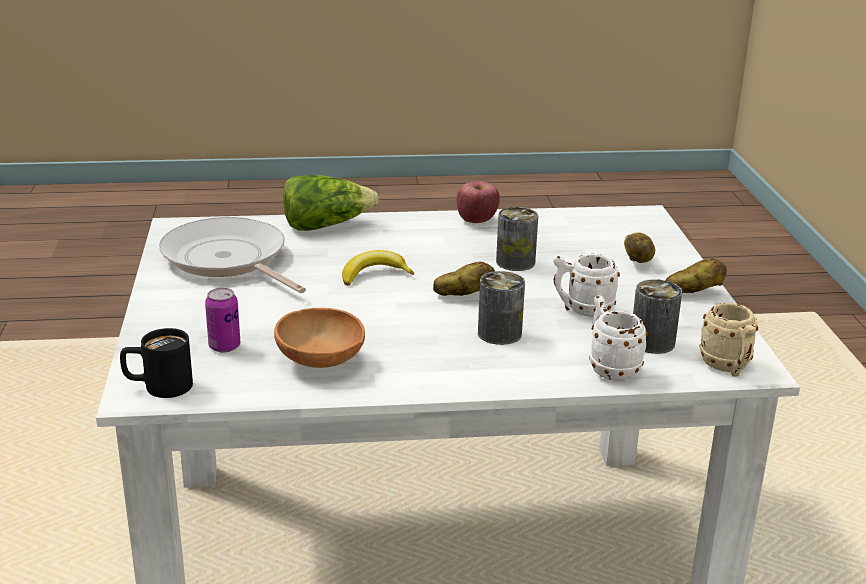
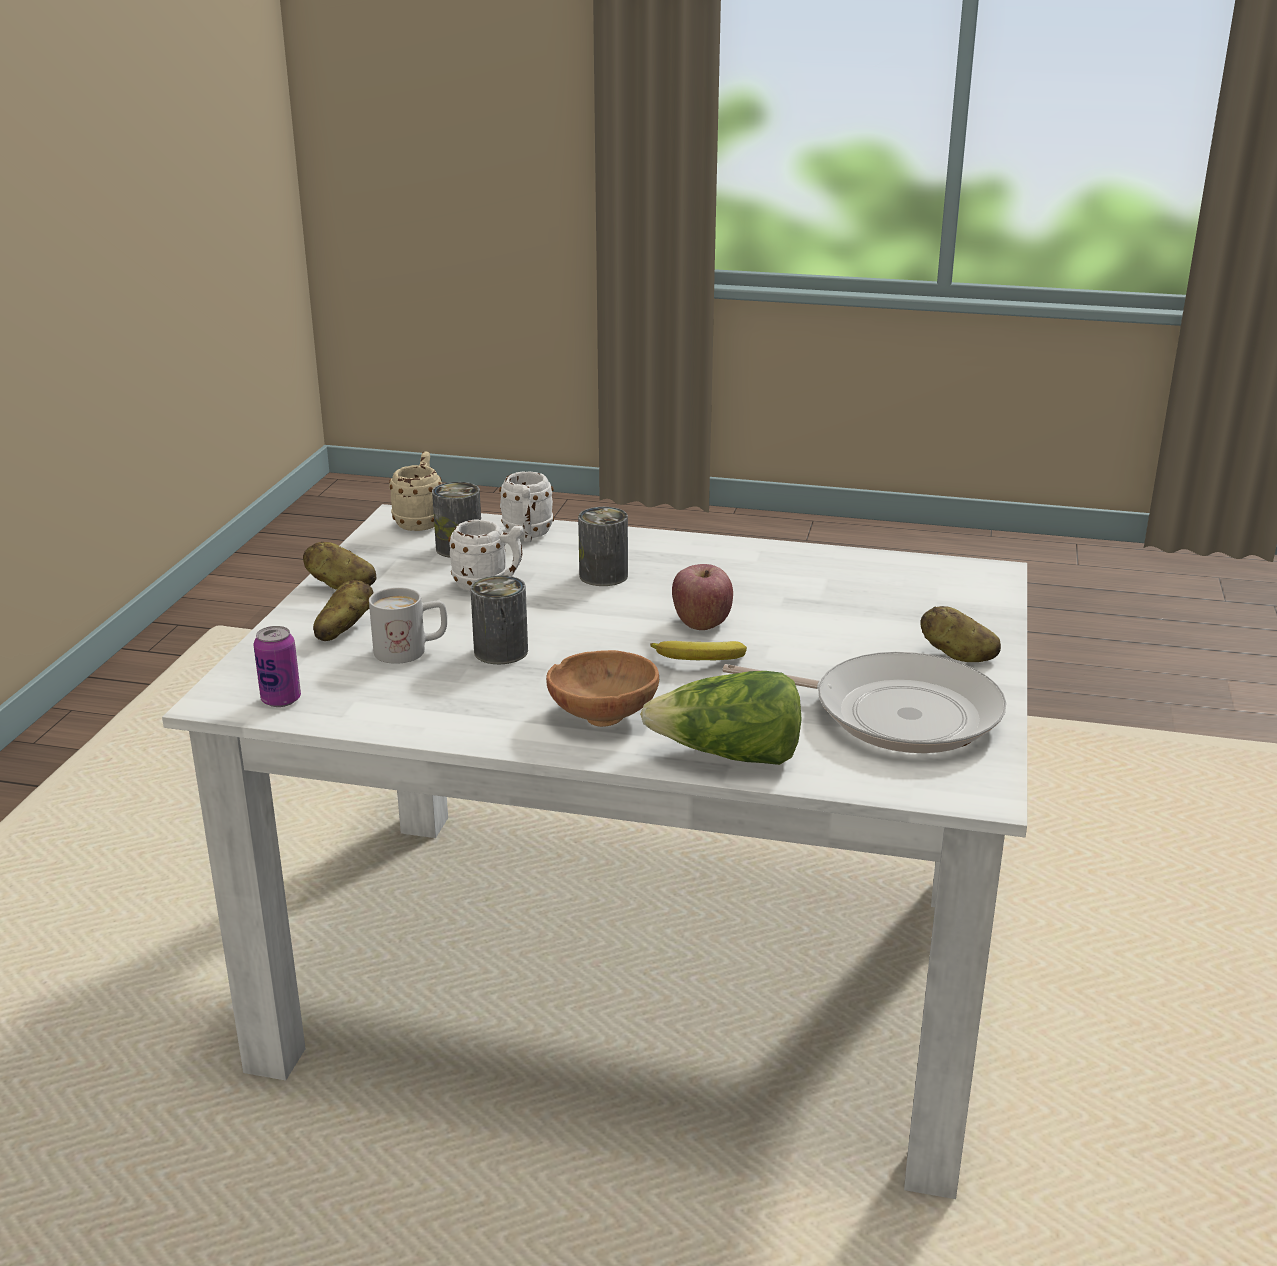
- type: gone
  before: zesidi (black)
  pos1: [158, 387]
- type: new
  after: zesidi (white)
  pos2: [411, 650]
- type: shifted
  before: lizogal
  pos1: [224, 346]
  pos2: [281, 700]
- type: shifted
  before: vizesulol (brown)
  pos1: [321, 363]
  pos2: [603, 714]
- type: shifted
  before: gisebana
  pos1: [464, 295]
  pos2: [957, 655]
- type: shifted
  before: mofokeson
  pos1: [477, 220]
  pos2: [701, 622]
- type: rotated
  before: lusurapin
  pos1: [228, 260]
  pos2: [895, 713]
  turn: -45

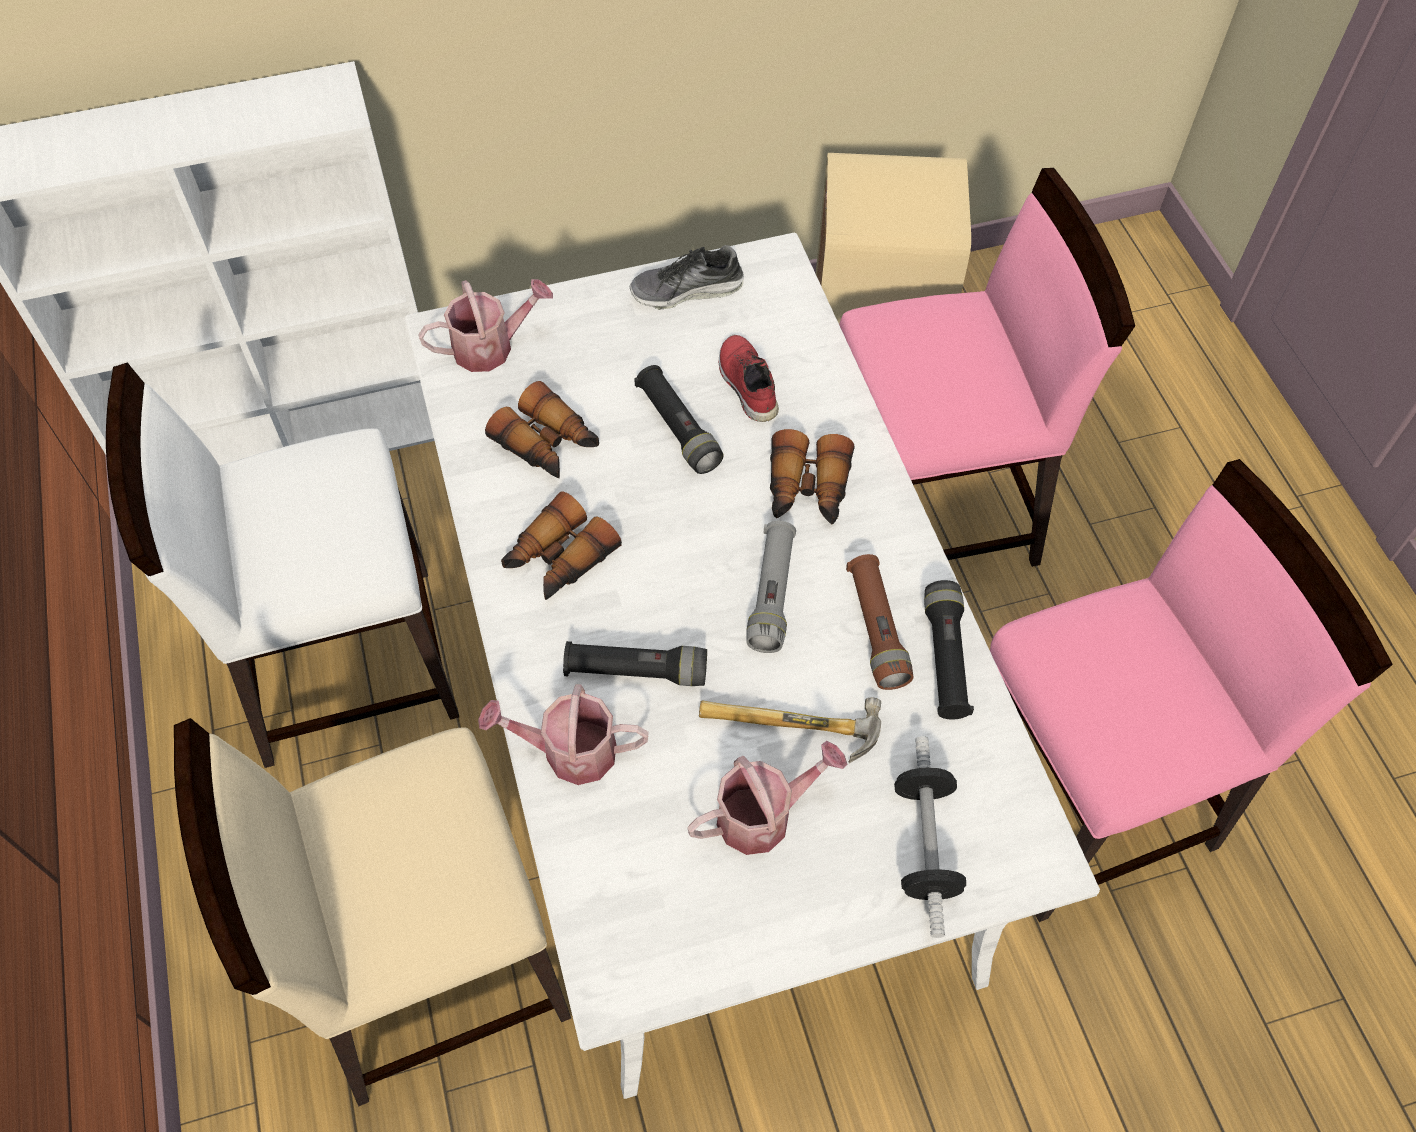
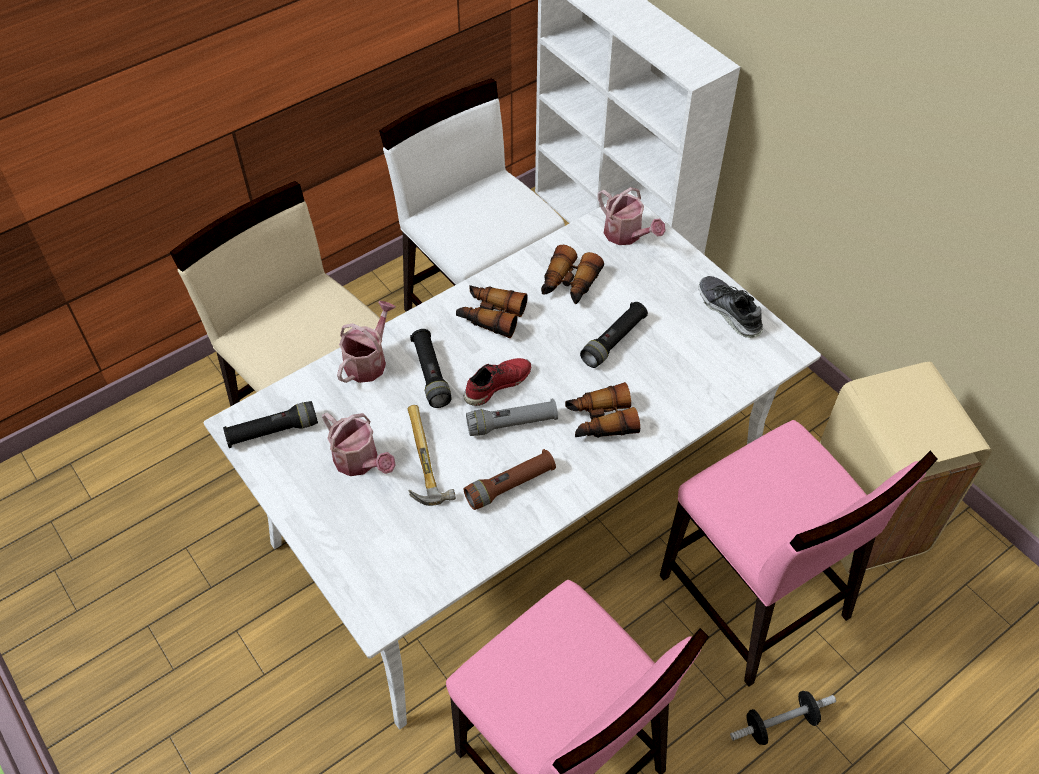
- type: shifted
  before: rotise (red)
  pos1: [746, 385]
  pos2: [496, 384]
- type: shifted
  before: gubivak
  pos1: [925, 844]
  pos2: [780, 723]
- type: shifted
  before: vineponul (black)
  pos1: [945, 658]
  pos2: [273, 431]
- type: rotated
  before: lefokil
  pos1: [569, 751]
  pos2: [368, 361]
  turn: 45

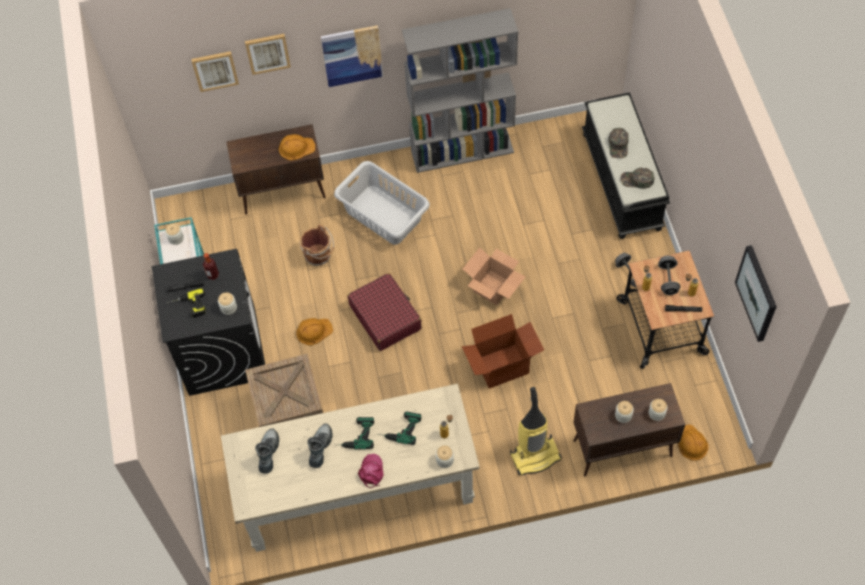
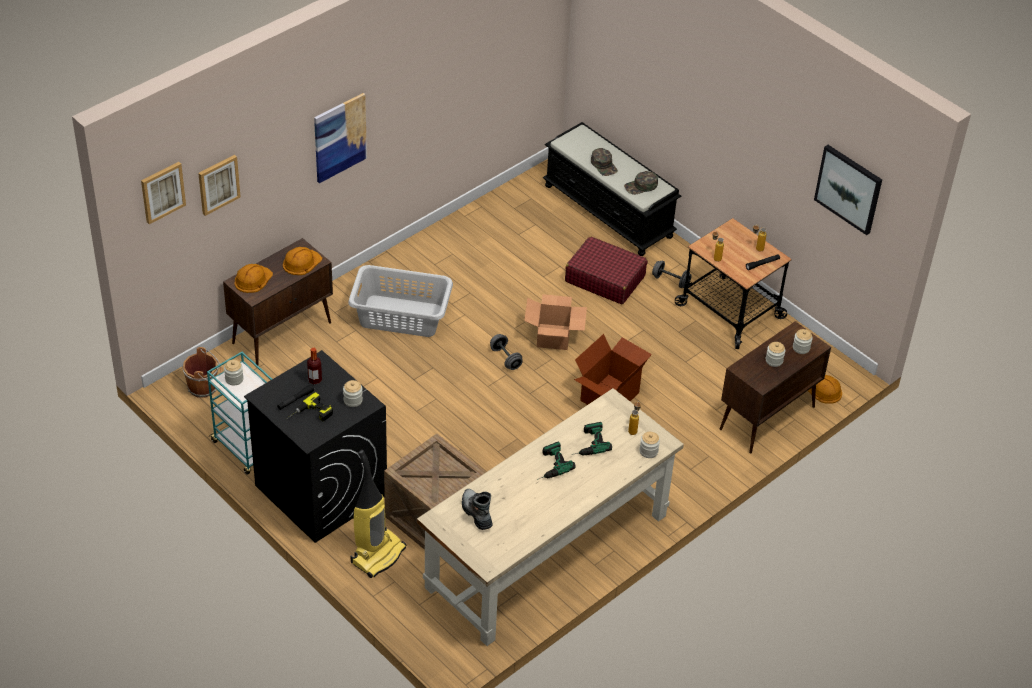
- type: gone
  before: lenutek
  pos1: [320, 447]
- type: gone
  before: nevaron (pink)
  pos1: [371, 472]
- type: gone
  before: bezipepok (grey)
  pos1: [462, 151]
- type: shifted
  before: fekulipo
  pos1: [267, 53]
  pos2: [162, 192]
- type: shifted
  before: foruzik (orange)
  pos1: [313, 331]
  pos2: [253, 279]
- type: shifted
  before: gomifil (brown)
  pos1: [319, 255]
  pos2: [204, 387]
- type: shifted
  before: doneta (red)
  pos1: [385, 317]
  pos2: [605, 278]
- type: shifted
  before: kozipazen
  pos1: [535, 455]
  pos2: [377, 554]
- type: shifted
  before: gubivak (grey)
  pos1: [668, 280]
  pos2: [505, 358]

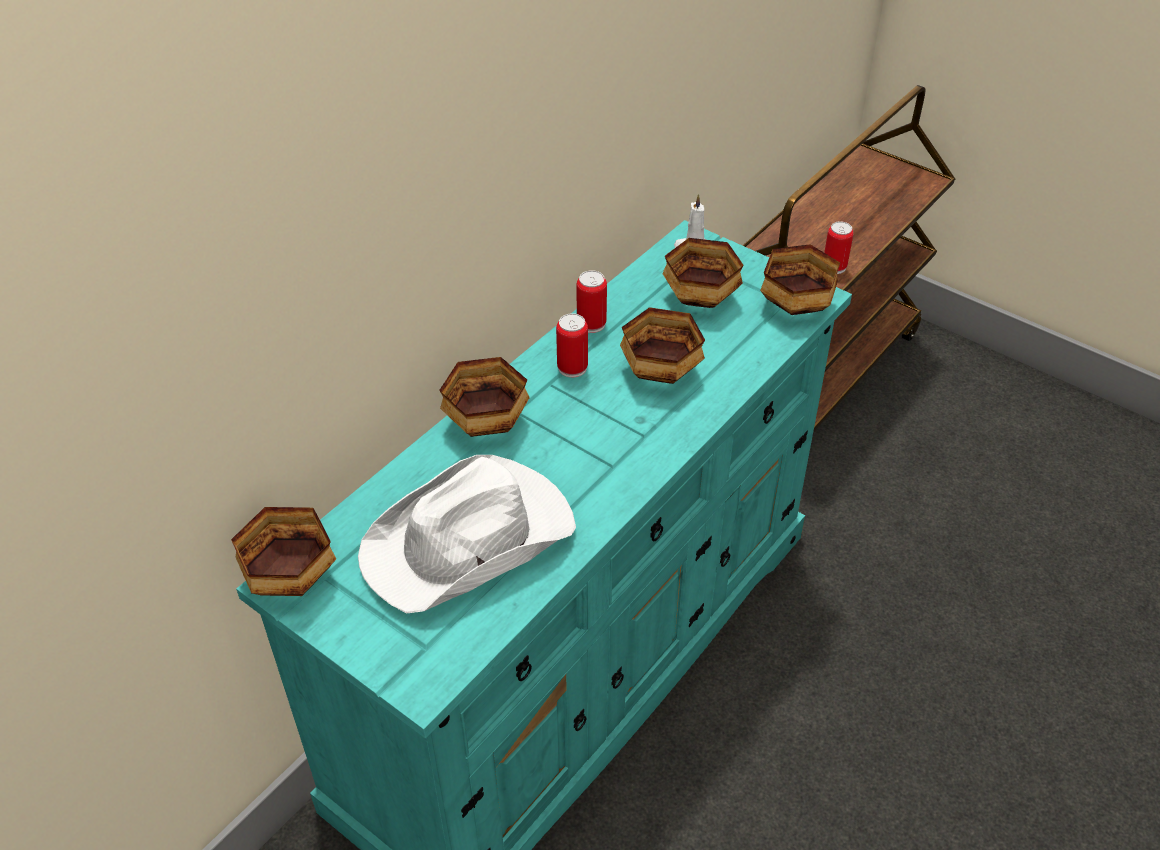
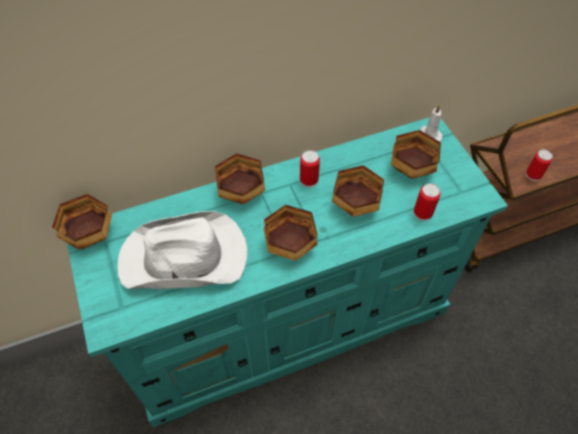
- type: shifted
  before: lizogal
  pos1: [591, 324]
  pos2: [423, 213]
- type: shifted
  before: vizesulol
  pos1: [797, 304]
  pos2: [291, 245]

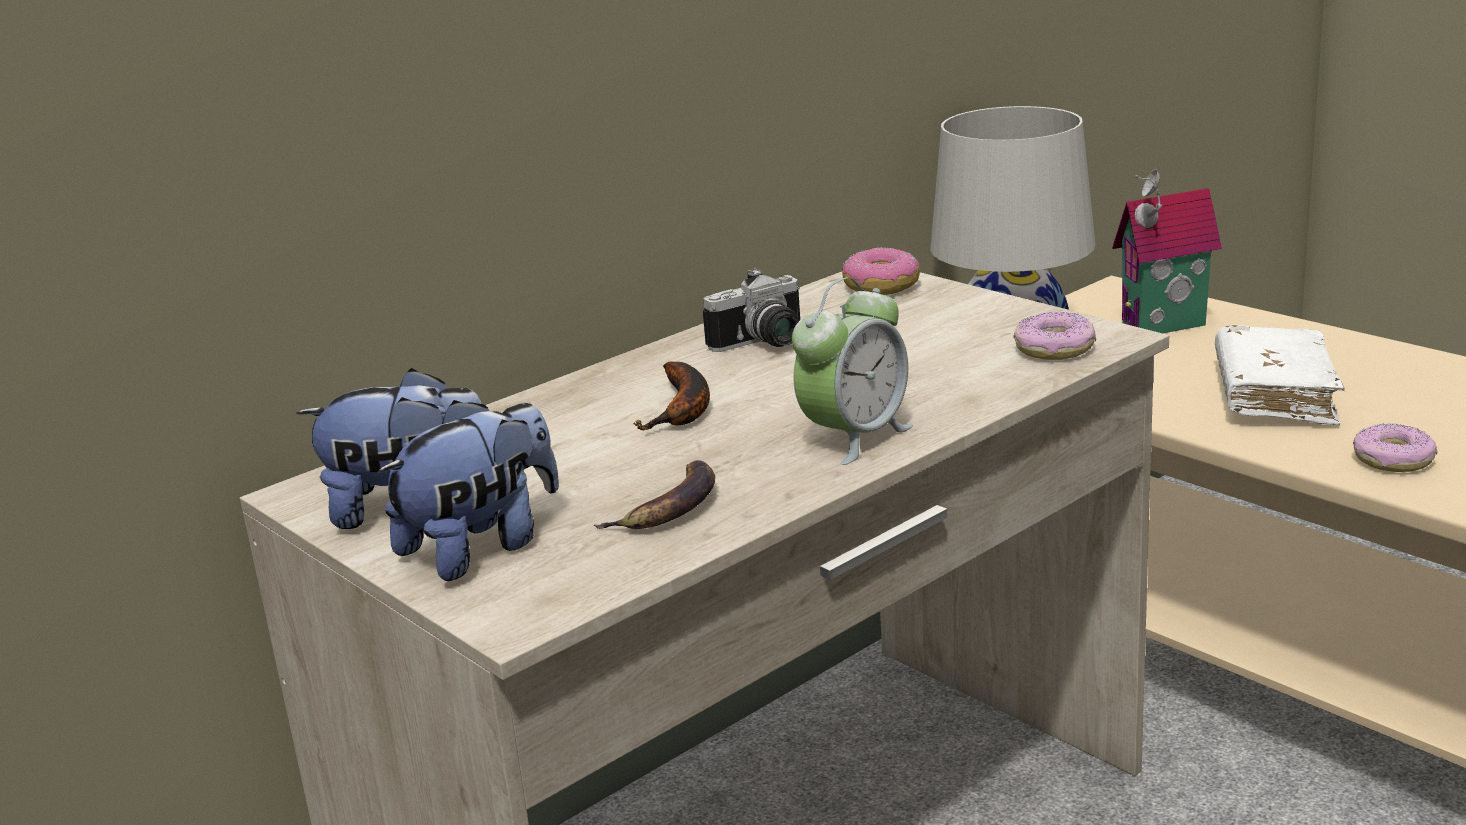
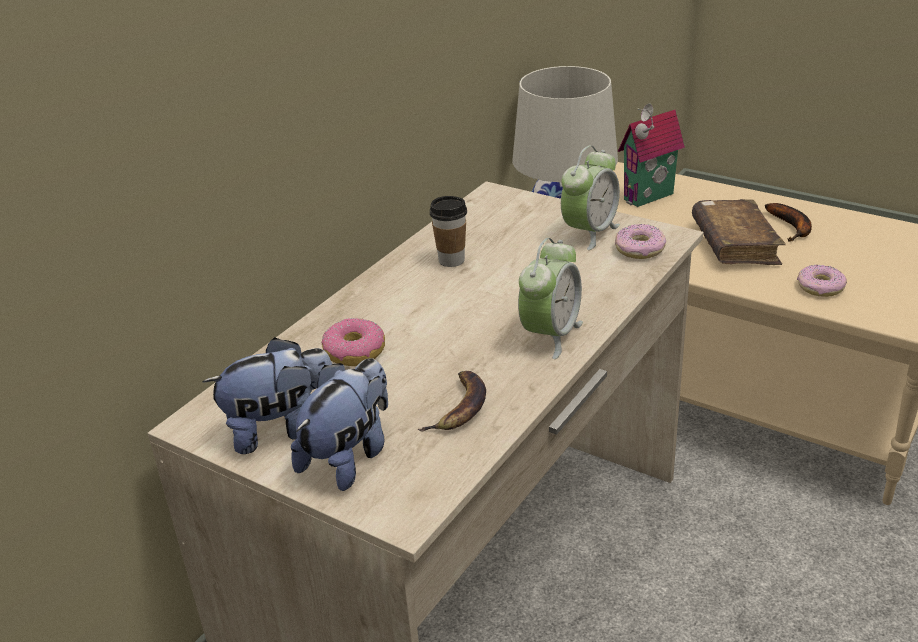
- type: new
  after: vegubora
  pos2: [589, 233]
- type: shifted
  before: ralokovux
  pos1: [684, 409]
  pos2: [792, 227]
- type: shifted
  before: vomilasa
  pos1: [880, 285]
  pos2: [354, 352]
- type: swapped
  before: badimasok
  after: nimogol
  pos1: [764, 344]
  pos2: [451, 260]
- type: repainted
  before: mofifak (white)
  after: mofifak (brown)
  pos1: [1274, 394]
  pos2: [734, 244]

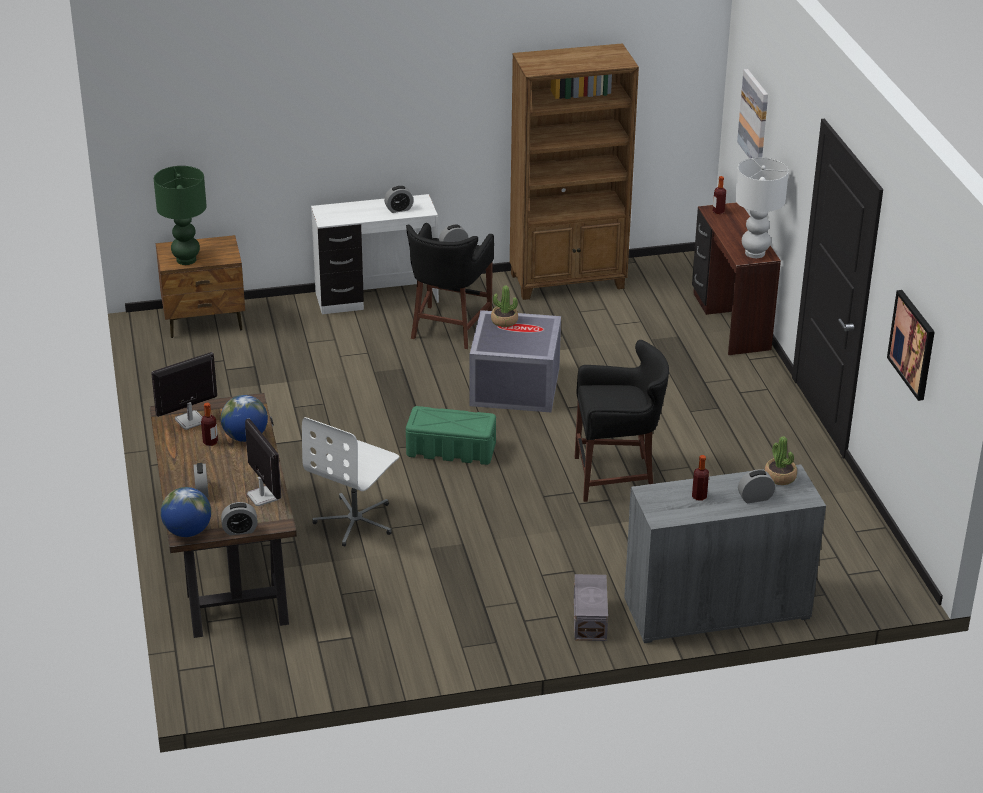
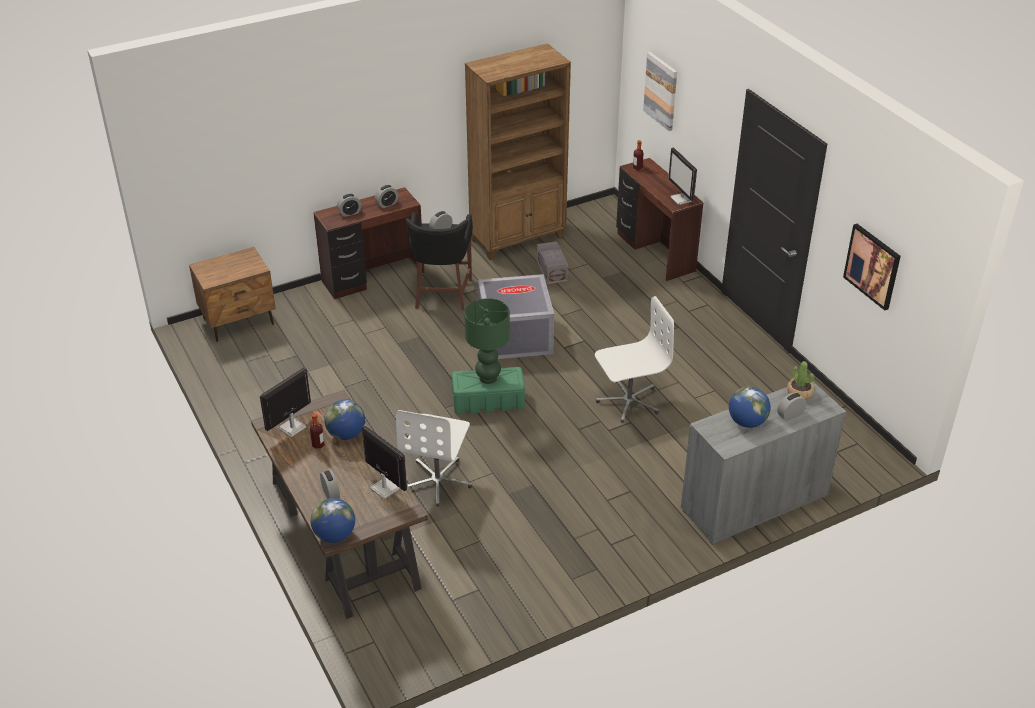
- type: gone
  before: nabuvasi
  pos1: [504, 321]
- type: shifted
  before: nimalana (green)
  pos1: [186, 260]
  pos2: [487, 378]
- type: shifted
  before: vegubora
  pos1: [240, 530]
  pos2: [350, 213]
- type: shifted
  before: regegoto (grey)
  pos1: [591, 618]
  pos2: [552, 270]
- type: swapped
  before: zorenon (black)
  after: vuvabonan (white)
  pos1: [617, 477]
  pos2: [628, 401]
- type: swapped
  before: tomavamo
  after: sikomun
  pos1: [699, 496]
  pos2: [747, 422]
- type: swapped
  before: nimalana (white)
  after: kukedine
  pos1: [755, 253]
  pos2: [681, 199]
- type: repainted
  before: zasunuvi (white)
  after: zasunuvi (brown)
  pos1: [377, 298]
  pos2: [373, 277]

